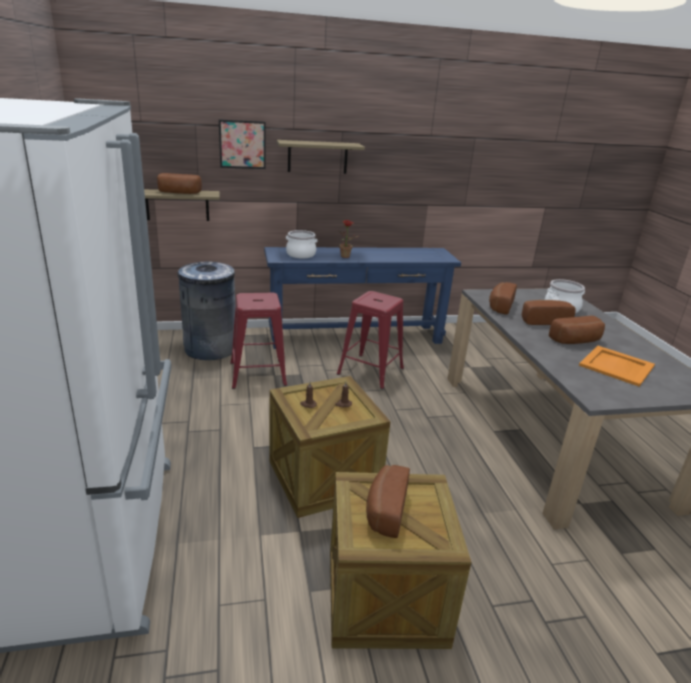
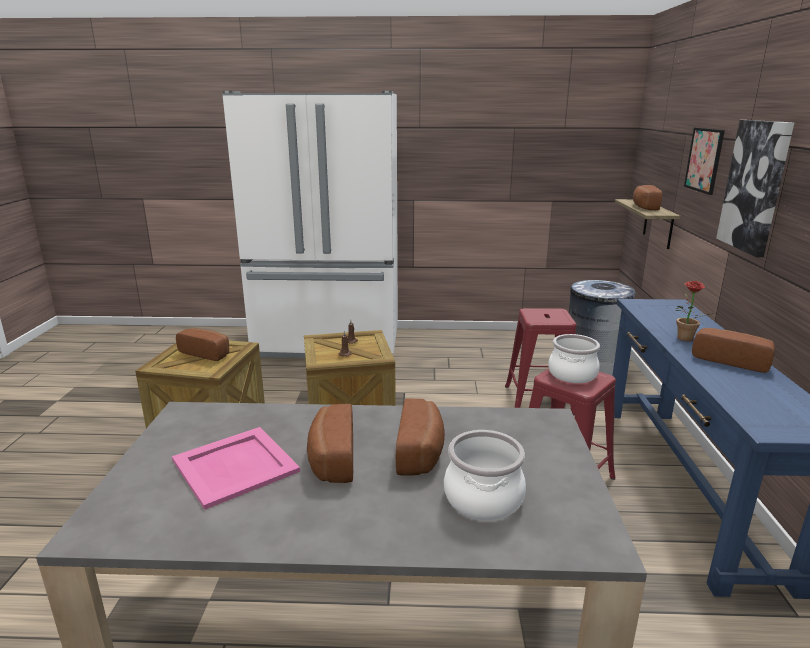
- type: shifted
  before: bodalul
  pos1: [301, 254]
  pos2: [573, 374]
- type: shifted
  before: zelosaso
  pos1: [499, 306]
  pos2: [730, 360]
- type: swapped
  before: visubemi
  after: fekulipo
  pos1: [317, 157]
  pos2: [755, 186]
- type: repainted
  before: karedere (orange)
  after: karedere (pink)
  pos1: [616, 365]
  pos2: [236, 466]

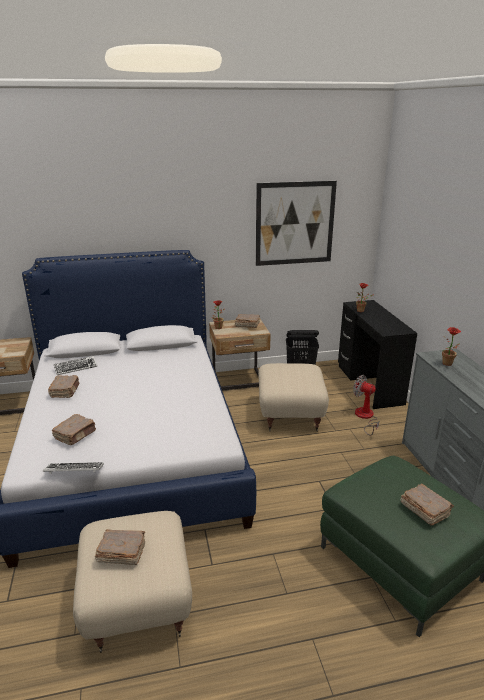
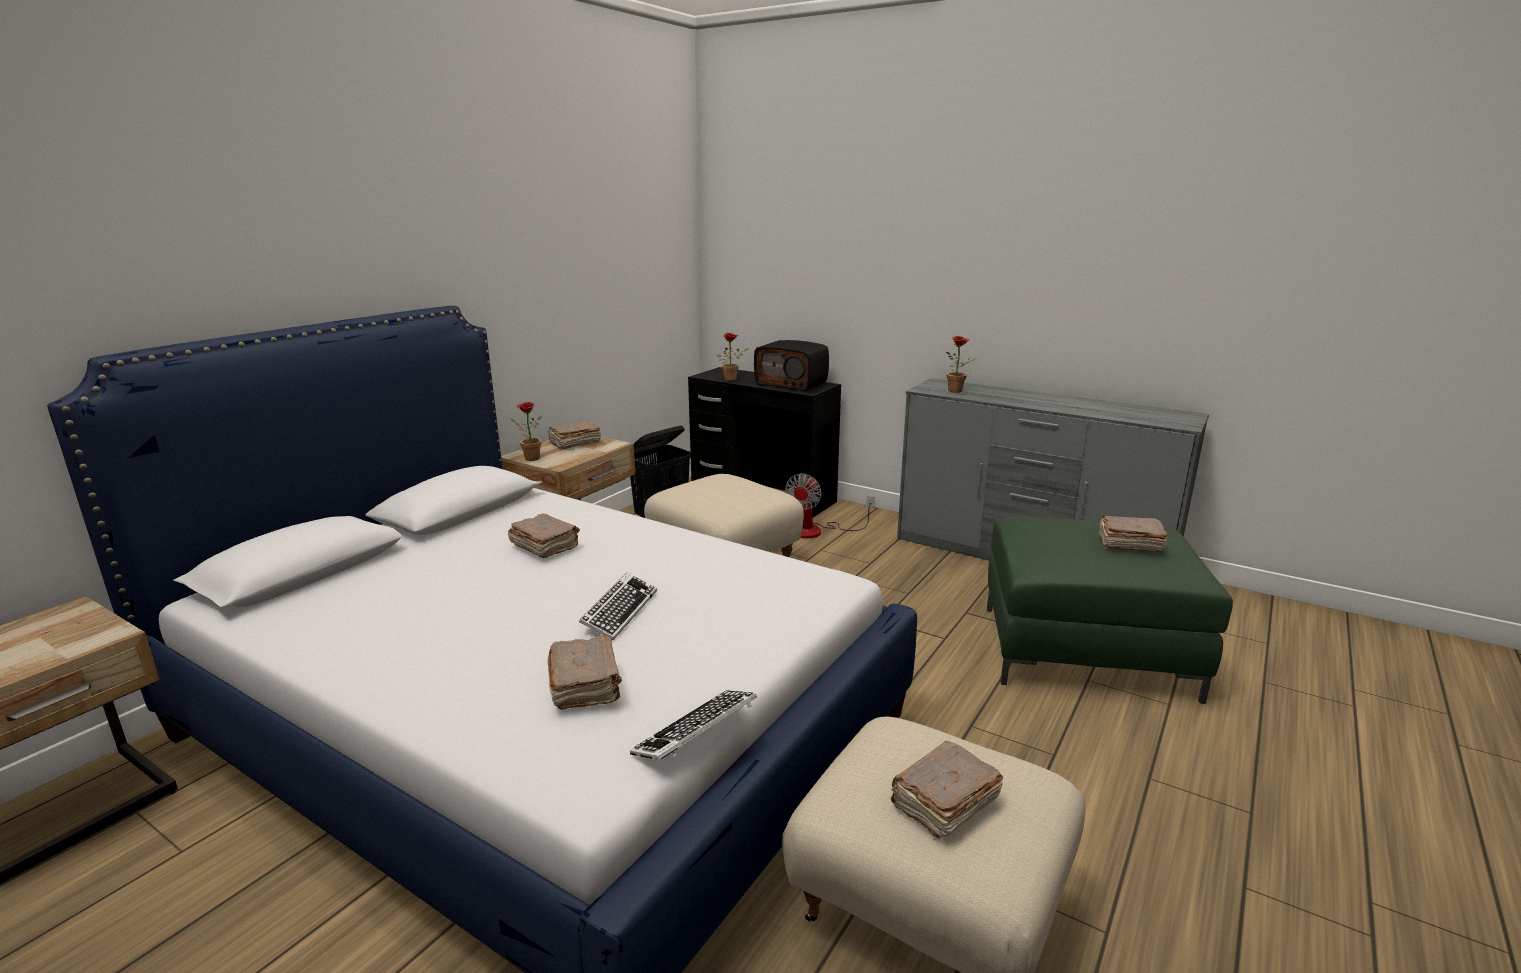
- type: gone
  before: fekulipo
  pos1: [295, 223]
- type: new
  after: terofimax
  pos2: [792, 383]
- type: shifted
  before: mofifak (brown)
  pos1: [65, 391]
  pos2: [544, 546]
- type: shifted
  before: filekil
  pos1: [76, 368]
  pos2: [620, 611]
- type: rotated
  before: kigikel
  pos1: [365, 417]
  pos2: [817, 531]
  turn: -60

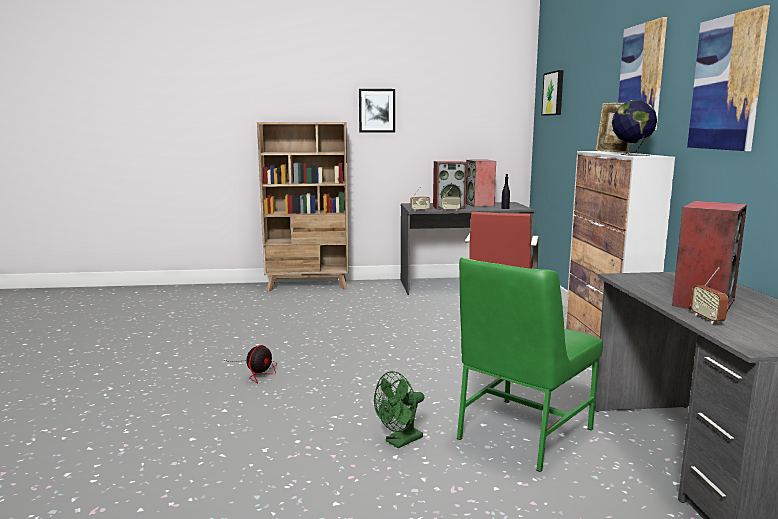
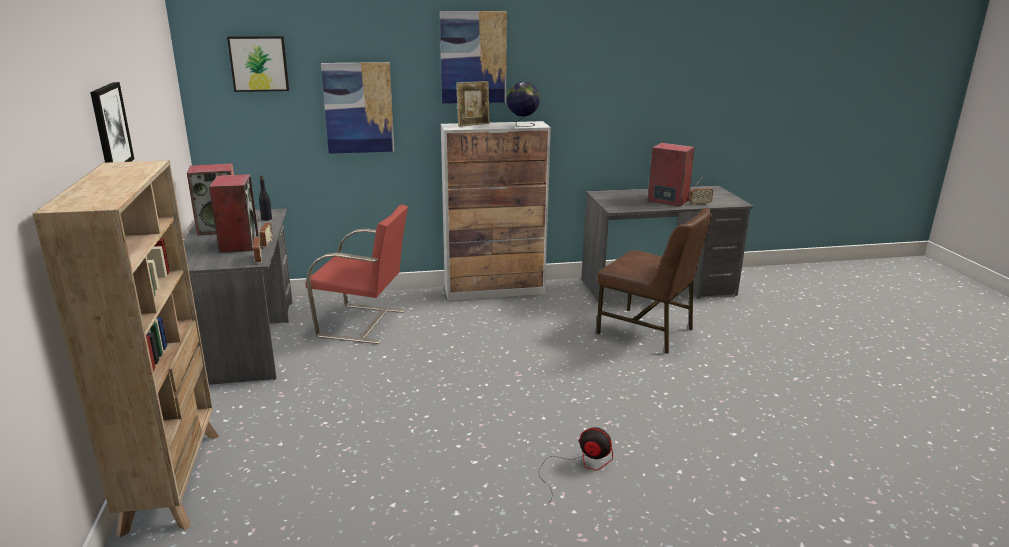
- type: gone
  before: kigikel (green)
  pos1: [400, 442]
- type: shifted
  before: fekulipo
  pos1: [727, 83]
  pos2: [358, 108]
- type: repainted
  before: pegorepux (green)
  after: pegorepux (brown)
  pos1: [521, 433]
  pos2: [647, 331]

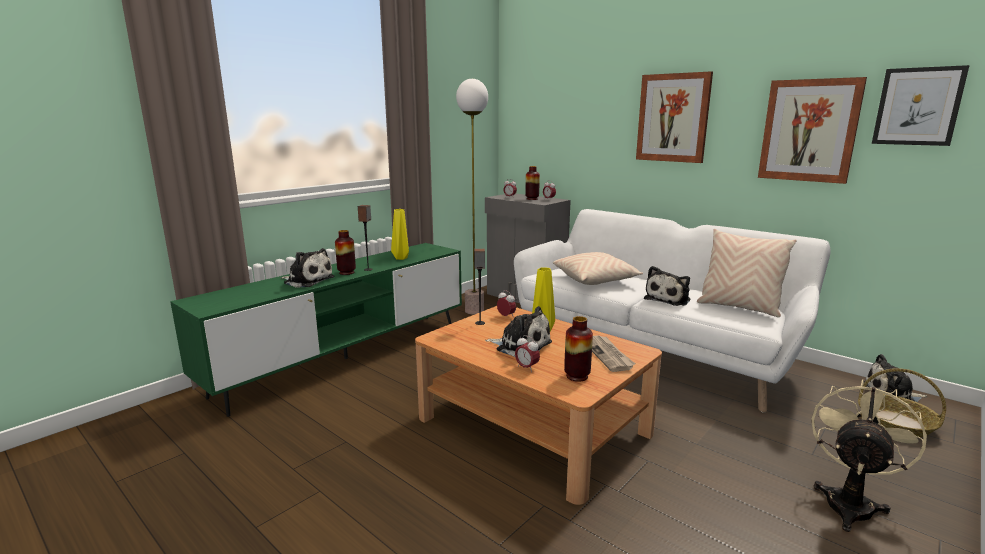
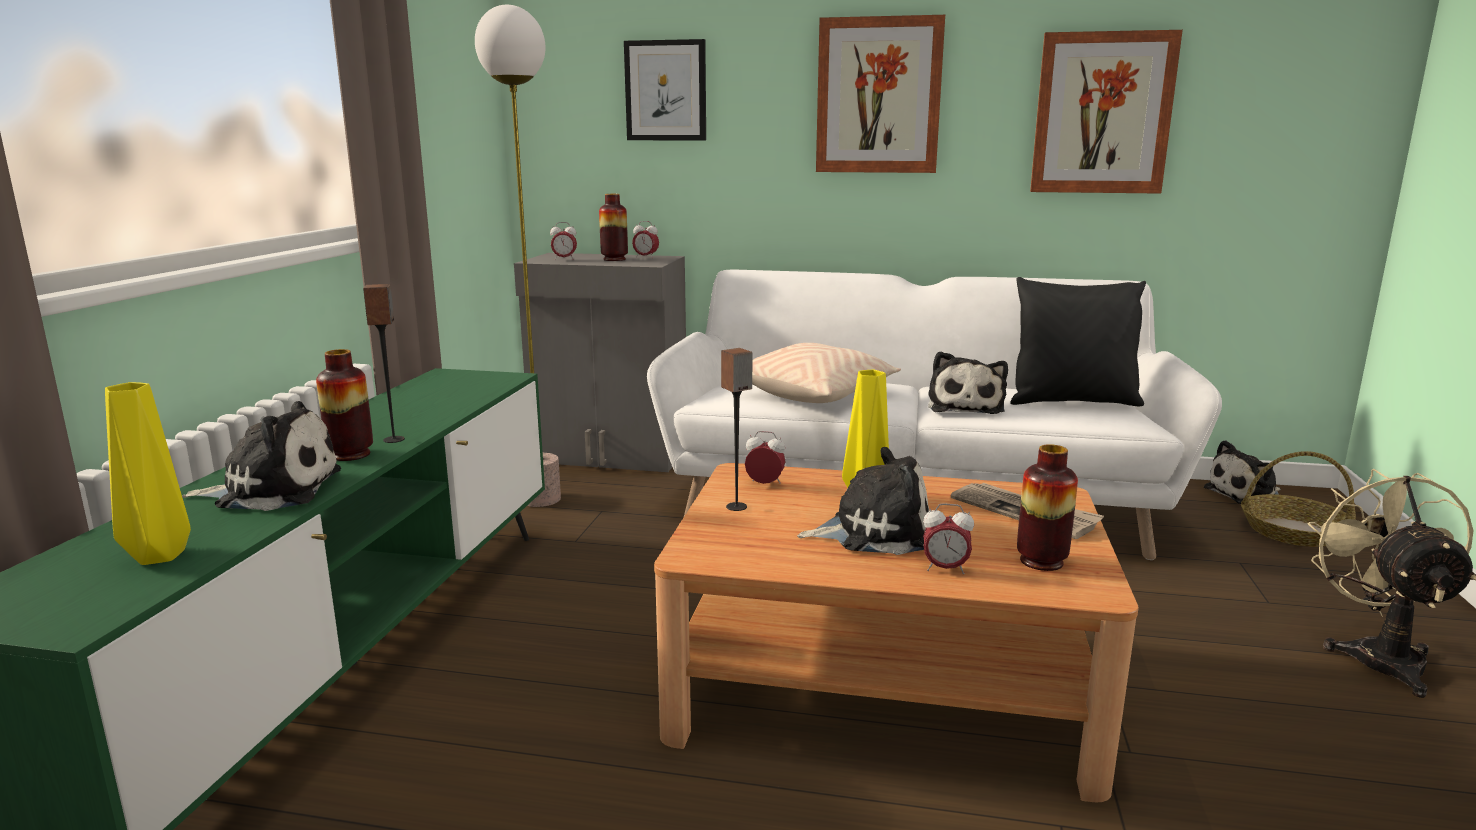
- type: shifted
  before: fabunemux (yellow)
  pos1: [400, 258]
  pos2: [156, 557]
- type: shifted
  before: fekulipo
  pos1: [917, 106]
  pos2: [666, 91]
- type: repainted
  before: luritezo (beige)
  after: luritezo (black)
  pos1: [739, 307]
  pos2: [1072, 402]

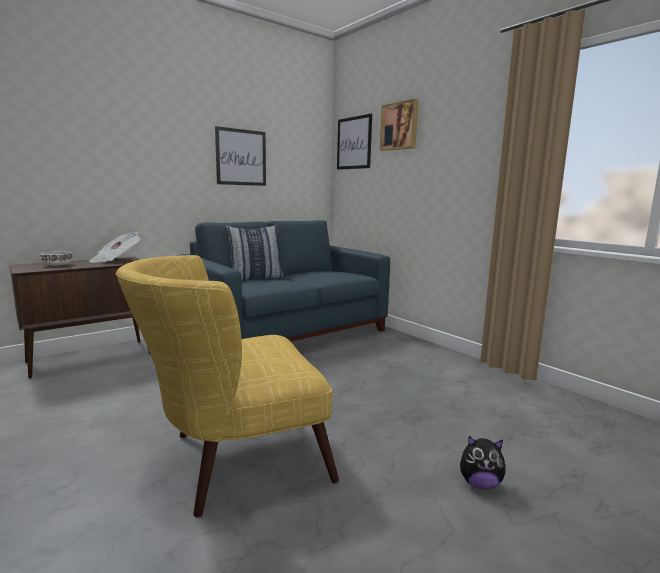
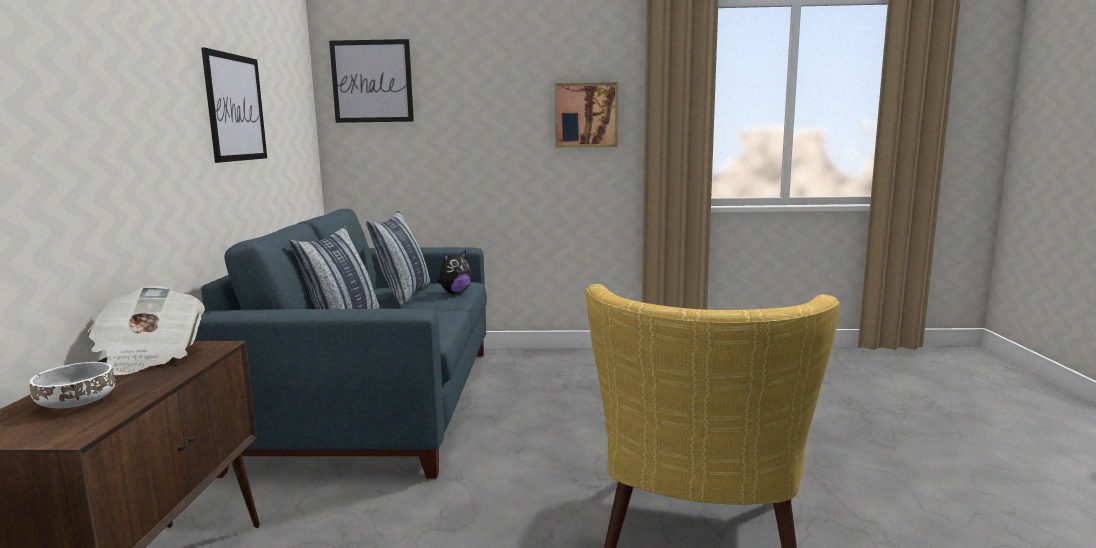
- type: new
  after: luritezo
  pos2: [404, 295]
- type: shifted
  before: fekulipo
  pos1: [400, 126]
  pos2: [586, 115]
- type: shifted
  before: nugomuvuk
  pos1: [480, 484]
  pos2: [455, 293]

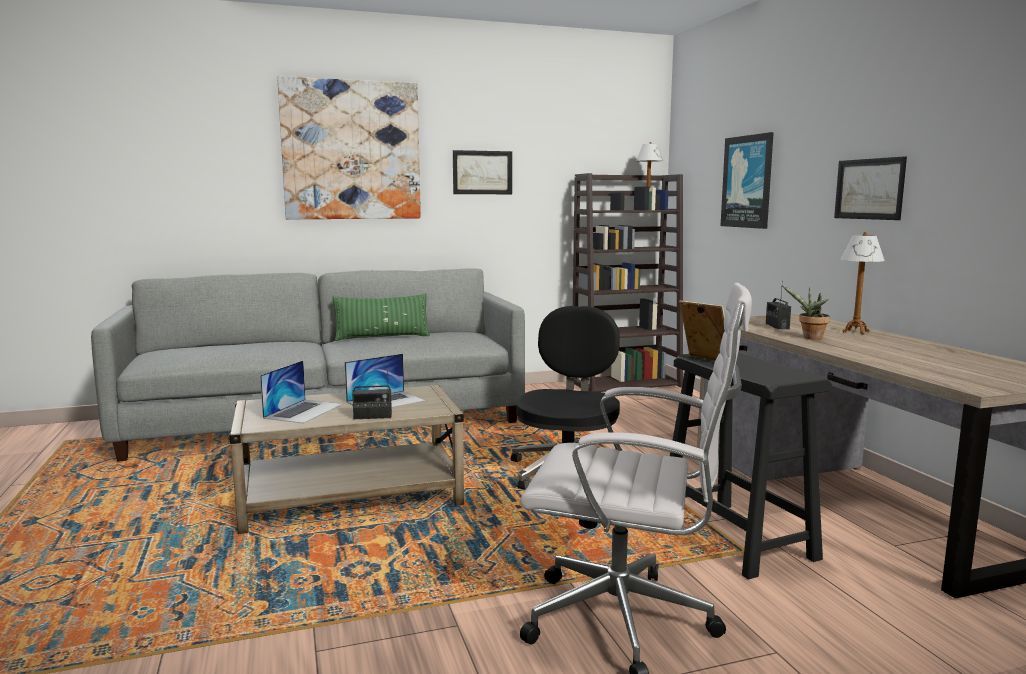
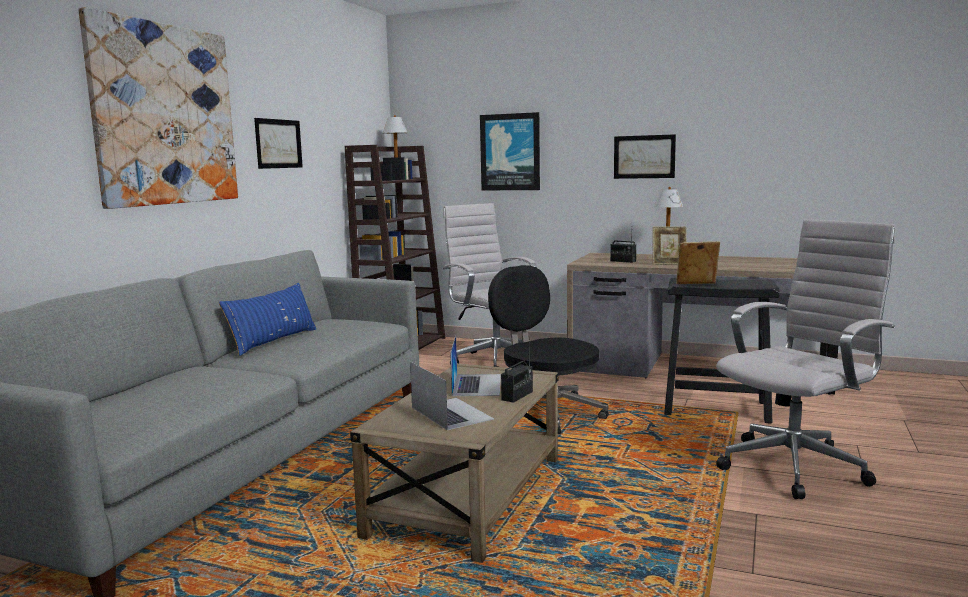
- type: new
  after: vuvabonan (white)
  pos2: [494, 361]
- type: swapped
  before: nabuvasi
  after: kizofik
  pos1: [810, 338]
  pos2: [669, 264]
- type: repainted
  before: luritezo (green)
  after: luritezo (blue)
  pos1: [382, 337]
  pos2: [273, 341]

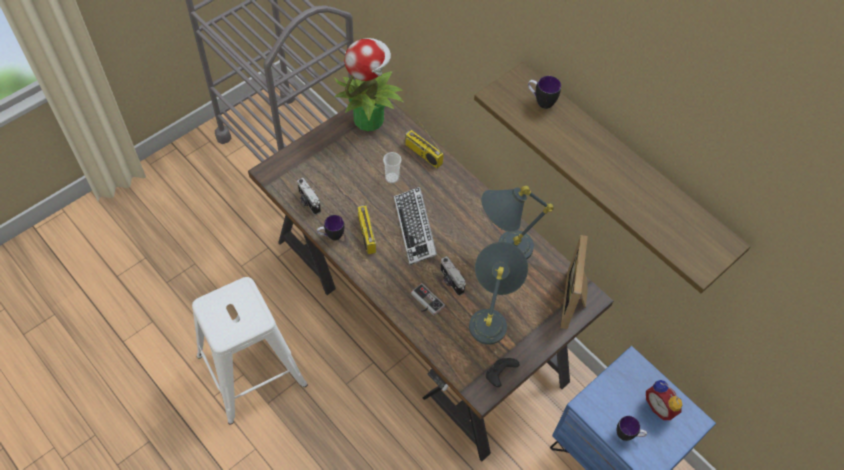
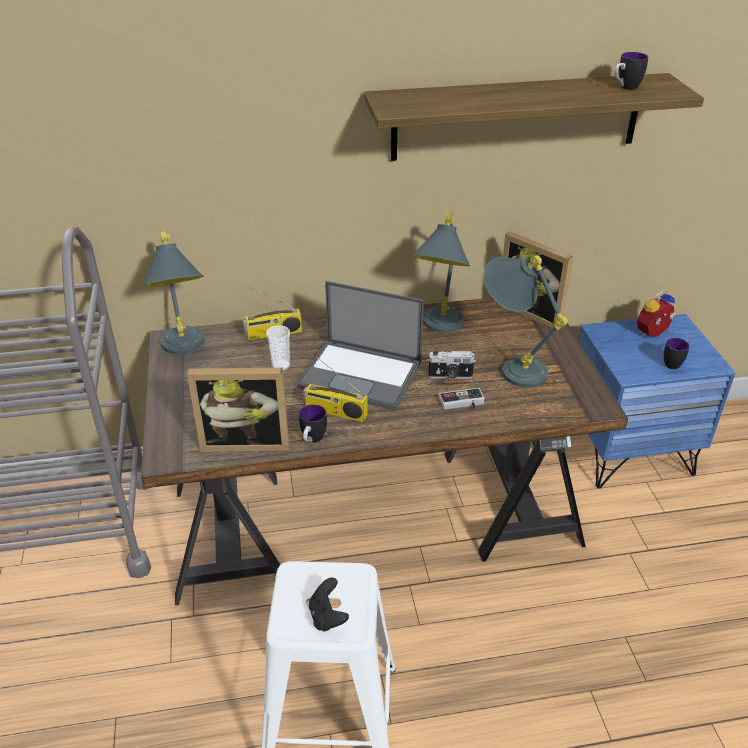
- type: shifted
  before: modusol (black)
  pos1: [499, 375]
  pos2: [327, 616]
- type: shifted
  before: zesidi
  pos1: [540, 101]
  pos2: [625, 88]
- type: swapped
  before: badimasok
  after: kizofik
  pos1: [308, 202]
  pos2: [246, 441]
- type: swapped
  before: nabuvasi
  after: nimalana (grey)
  pos1: [369, 118]
  pos2: [184, 351]
- type: swapped
  before: filekil
  after: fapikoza
  pos1: [415, 228]
  pos2: [362, 374]
- type: rotated
  before: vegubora
  pos1: [660, 406]
  pos2: [654, 334]
  turn: 150

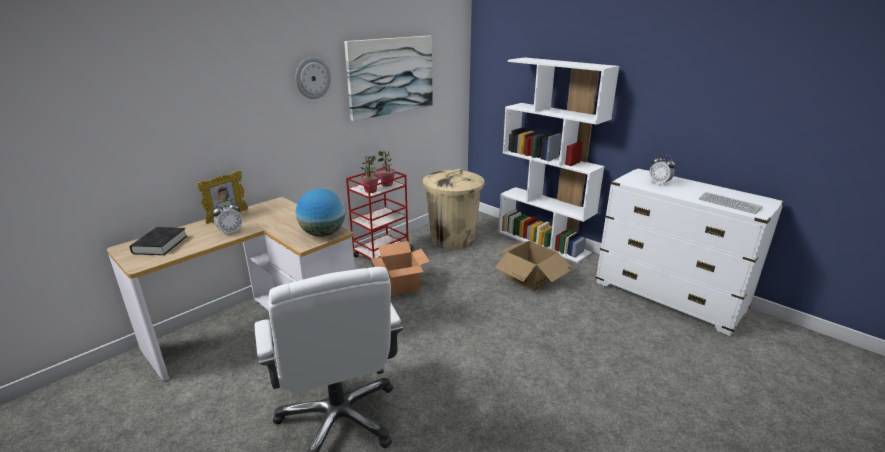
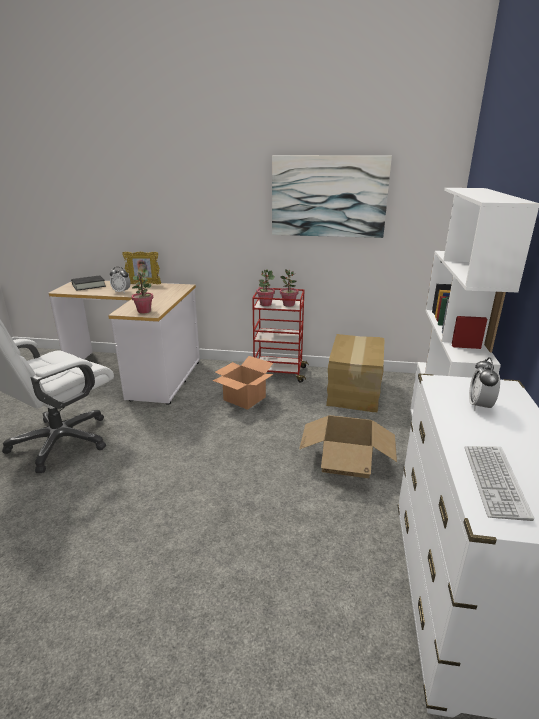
- type: gone
  before: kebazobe
  pos1: [312, 78]
- type: swapped
  before: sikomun
  after: nabuvasi
  pos1: [323, 234]
  pos2: [144, 311]
- type: swapped
  before: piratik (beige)
  after: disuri
  pos1: [453, 239]
  pos2: [355, 392]

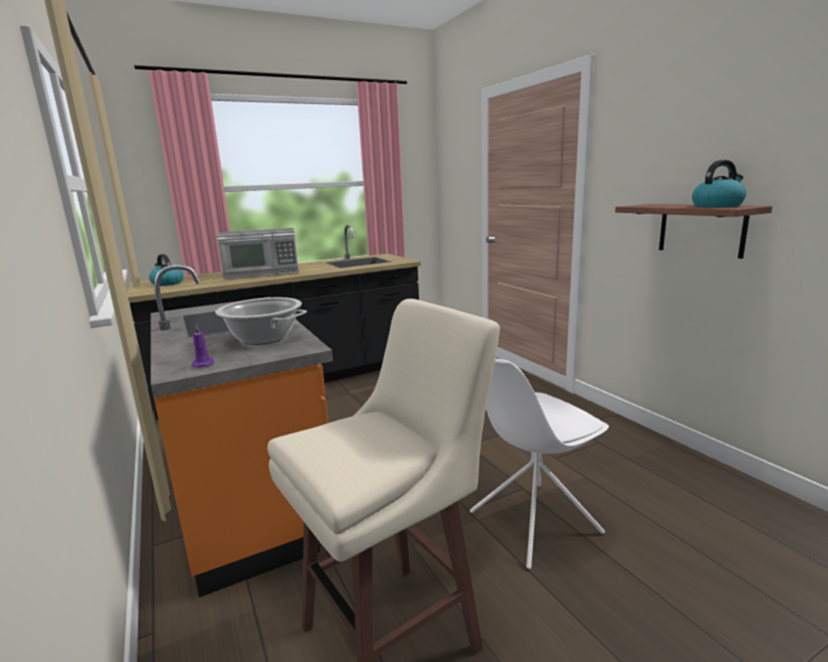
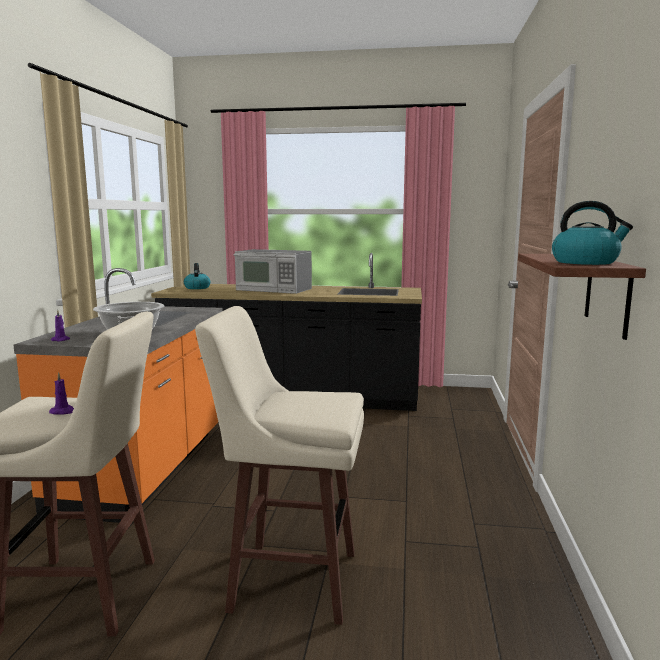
- type: new
  after: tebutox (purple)
  pos2: [63, 412]
- type: swapped
  before: pegorepux (white)
  after: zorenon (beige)
  pos1: [532, 523]
  pos2: [290, 580]

